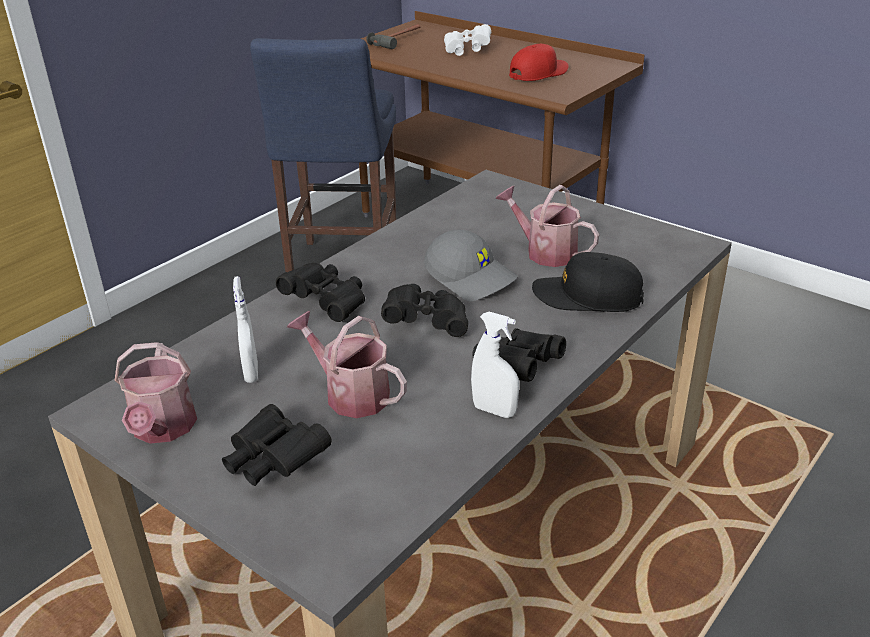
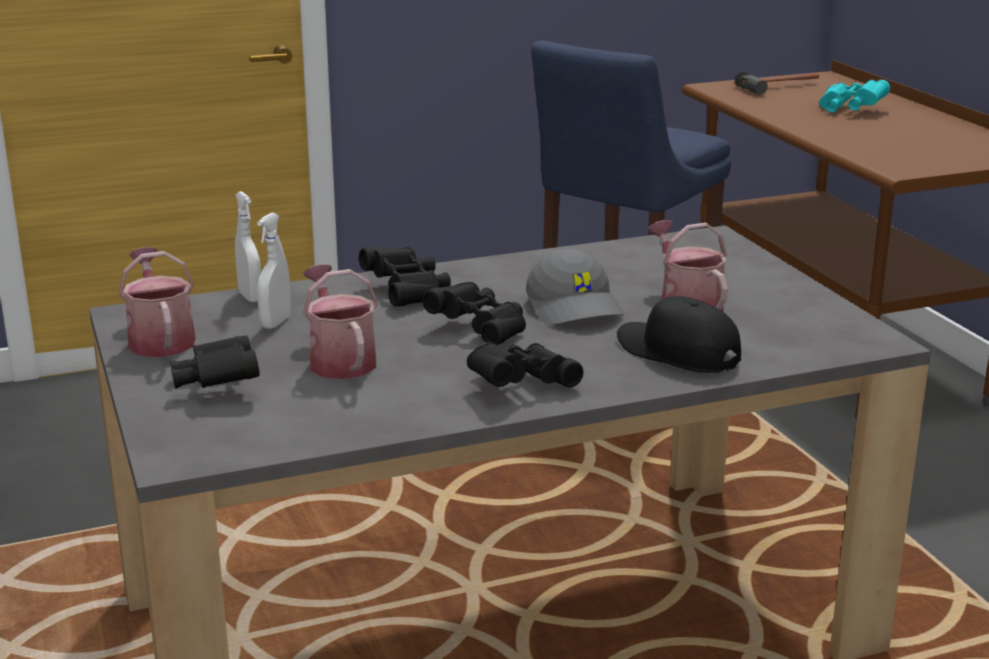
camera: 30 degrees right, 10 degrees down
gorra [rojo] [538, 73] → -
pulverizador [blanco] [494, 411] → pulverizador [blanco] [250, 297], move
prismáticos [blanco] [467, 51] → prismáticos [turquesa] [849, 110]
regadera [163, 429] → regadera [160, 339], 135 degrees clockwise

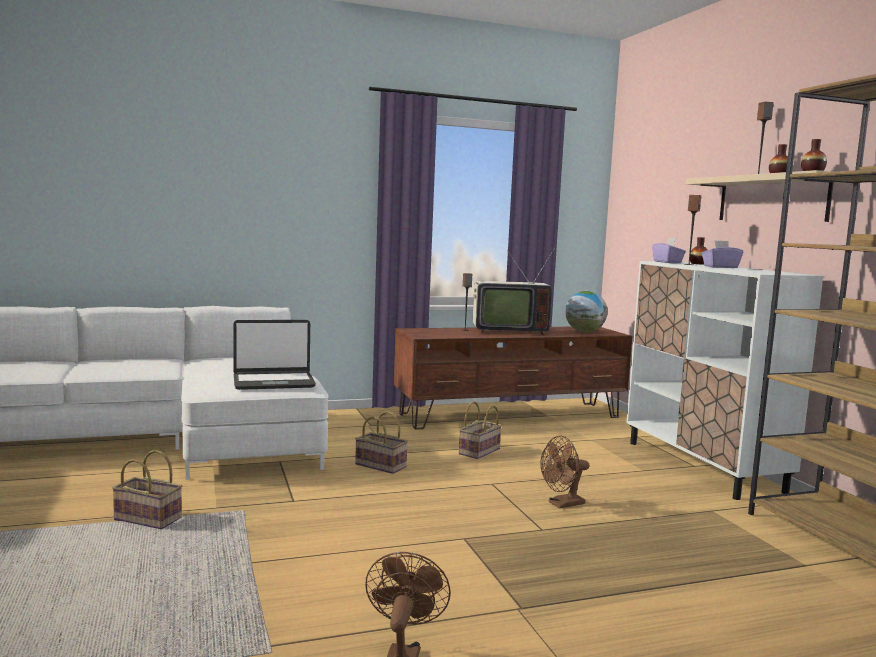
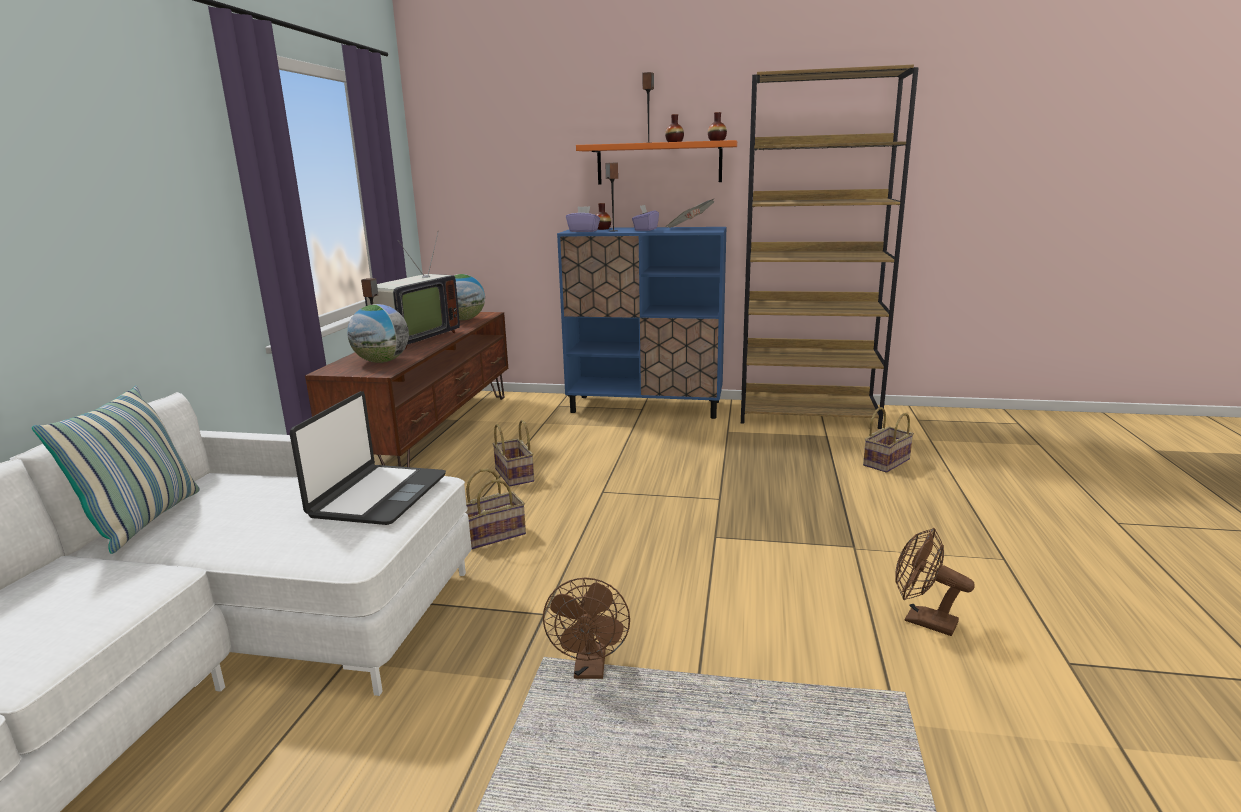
camera: 60 degrees left, 10 degrees up
- → cojín [144, 521]
- → globo terráqueo [382, 361]
- → periódico [689, 228]
cesta [150, 519] → cesta [886, 461], move
ventilador [marrón] [562, 504] → ventilador [marrón] [590, 669], move
armario [blanco] [702, 466] → armario [azul] [646, 407]
estante [beis] [772, 199] → estante [naranja] [659, 163]

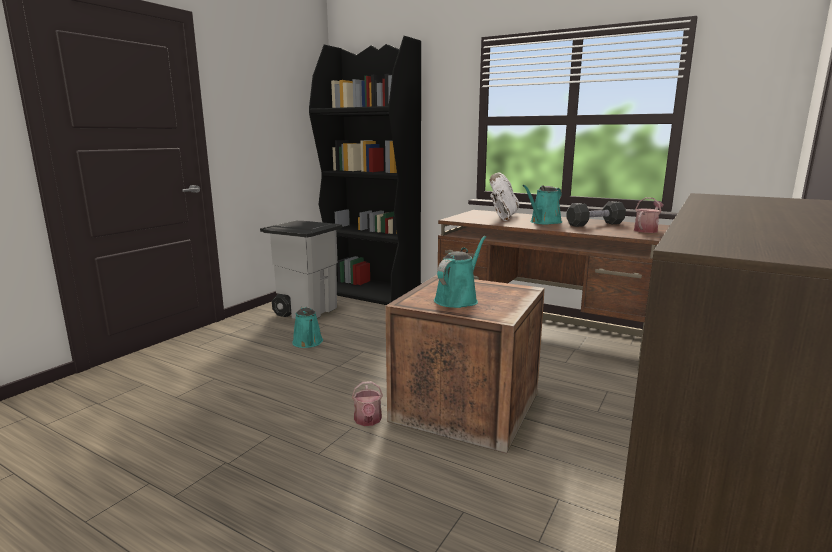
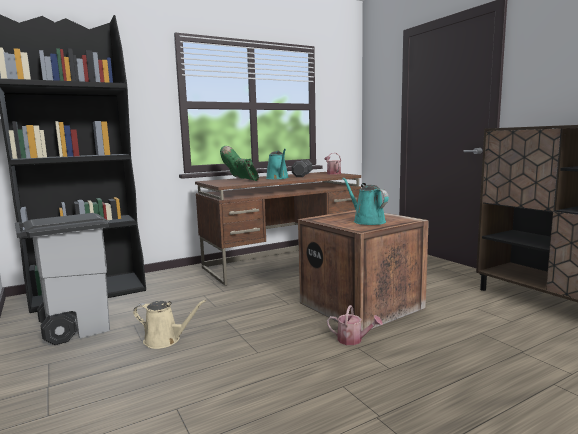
camera: 60 degrees left, 5 degrees down
regadera [turquesa] [308, 343] → regadera [beis] [165, 340]
bota [blanco] [502, 217] → bota [verde] [241, 180]

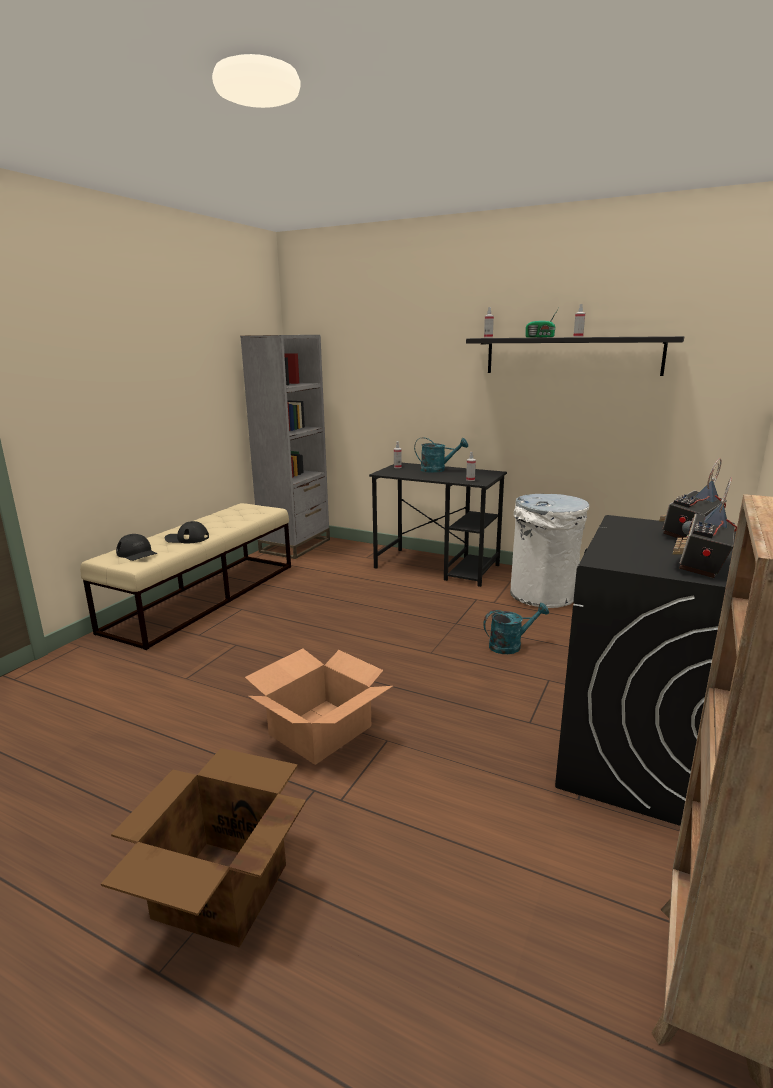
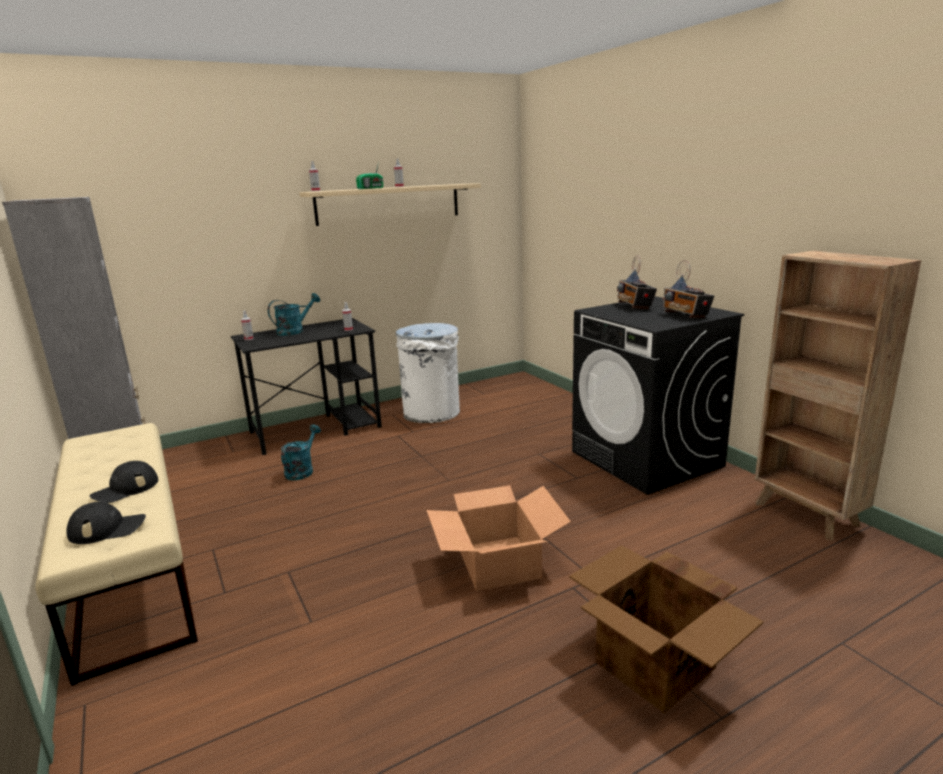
camera: 55 degrees left, 0 degrees up
regadera [turquesa] [510, 645] → regadera [turquesa] [302, 470], move
estante [negro] [572, 355] → estante [beis] [389, 204]

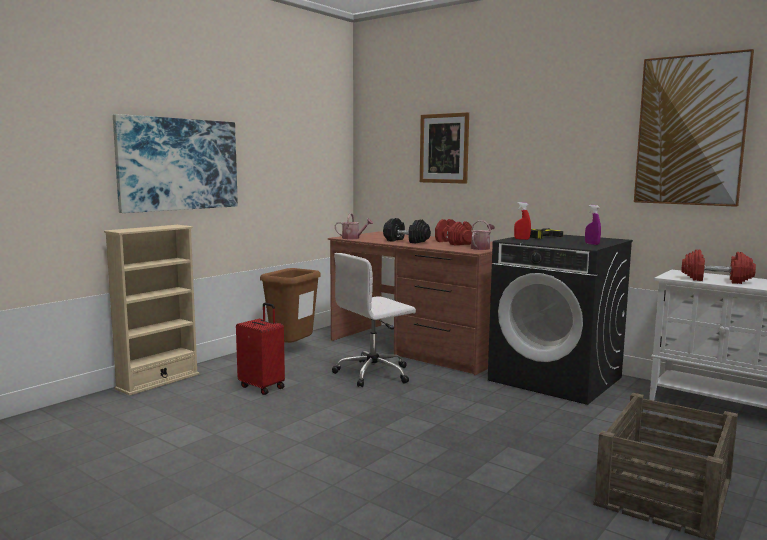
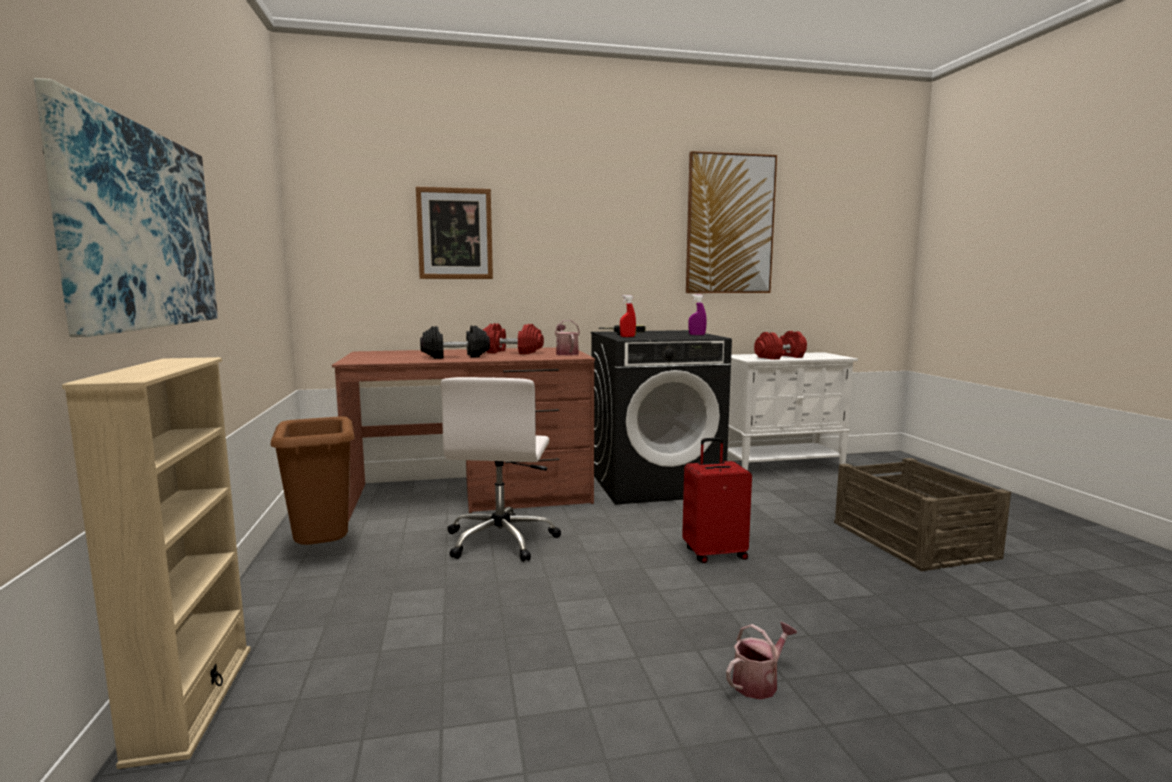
camera: 50 degrees left, 0 degrees up
maleta [rojo] [262, 387] → maleta [rojo] [714, 554], move
regadera [353, 238] → regadera [759, 682], move

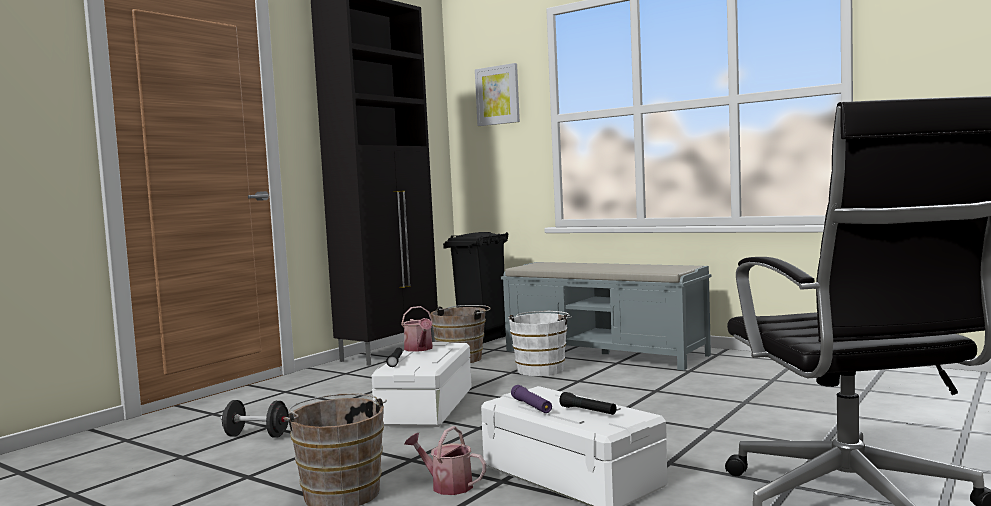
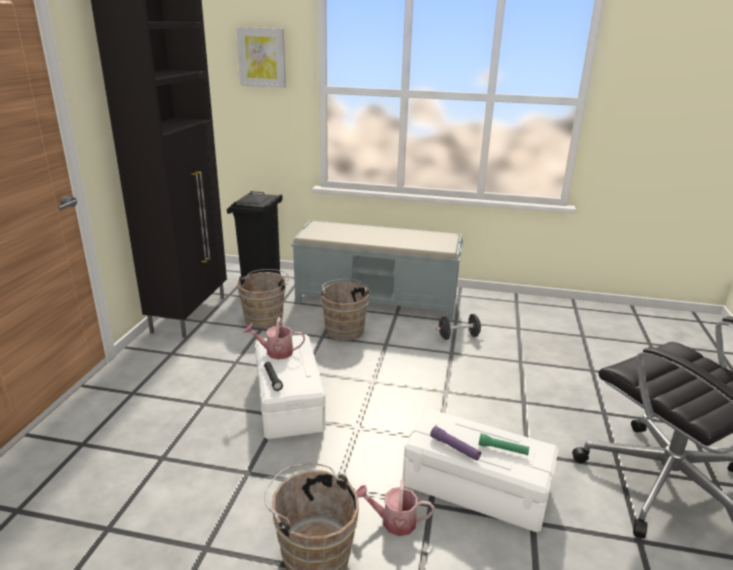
camera: 25 degrees left, 20 degrees up
mancuerna [negro] [256, 436] → mancuerna [negro] [458, 336], move
cubo [blanco] [541, 369] → cubo [marrón] [344, 329]
linterna [negro] [588, 411] → linterna [verde] [503, 449]
regadera [419, 349] → regadera [275, 352], 135 degrees clockwise

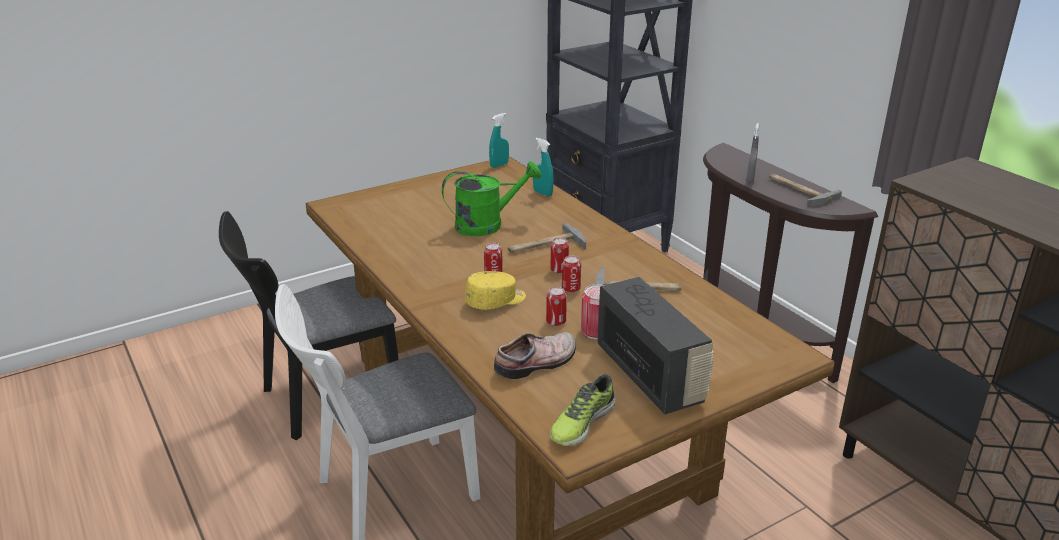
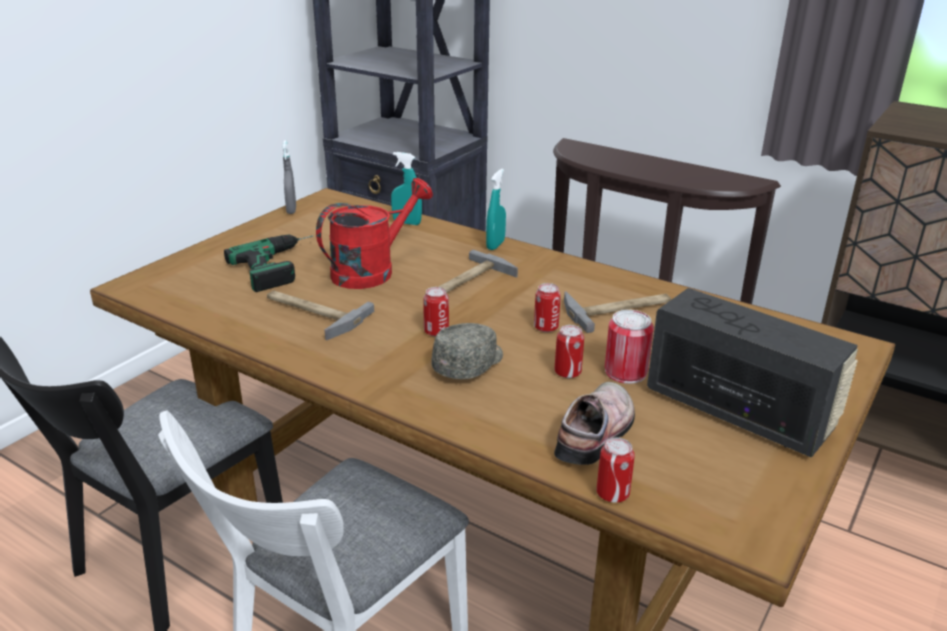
camera: 25 degrees left, 0 degrees up
zapato [581, 422] → -
- → taladro [283, 265]
pulverizador [turquesa] [499, 165] → pulverizador [turquesa] [495, 245], move
lata [559, 270] → lata [612, 494], move
pulverizador [gris] [750, 179] → pulverizador [gris] [291, 210], move
martillo [797, 191] → martillo [311, 313], move
regadera [verde] [487, 224] → regadera [rojo] [372, 271]
gorra [amarillo] [496, 301] → gorra [gris] [470, 364]

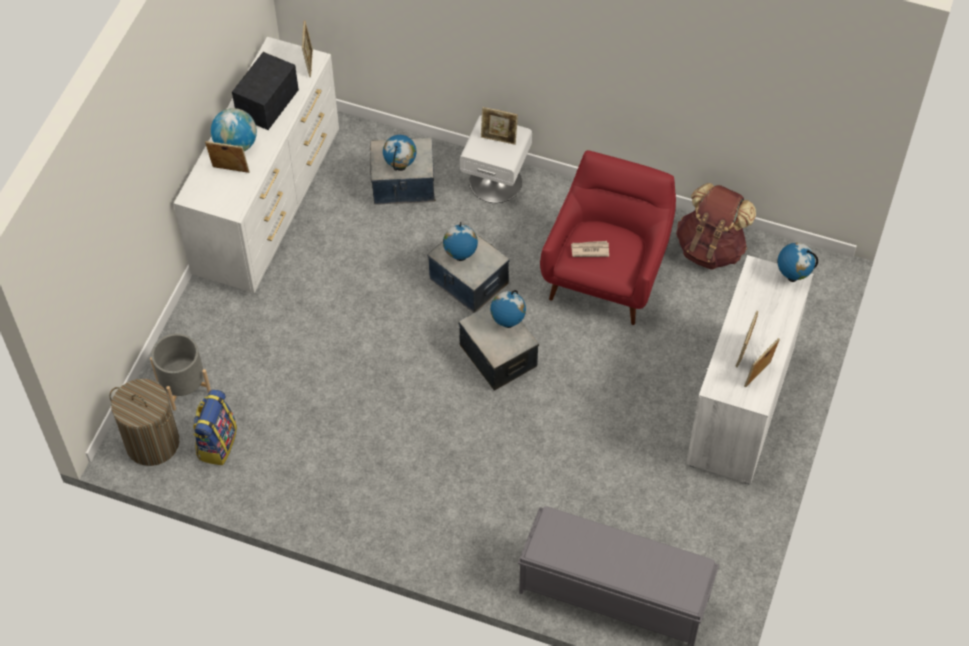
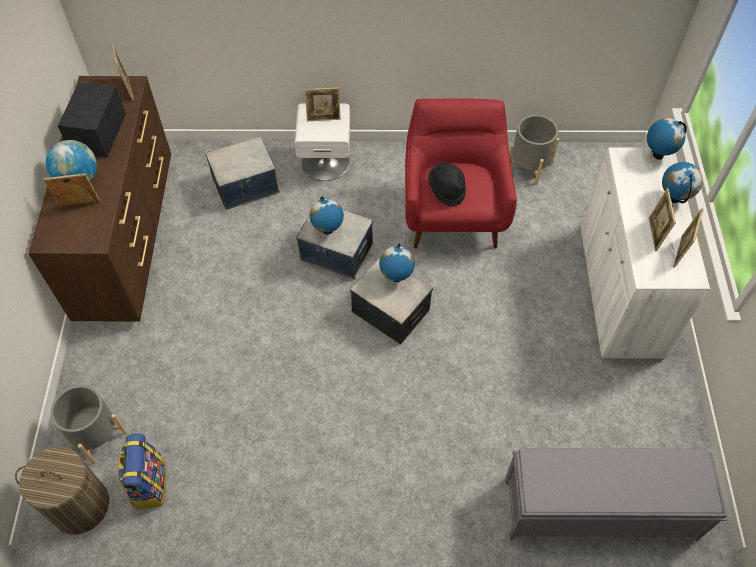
camera: 20 degrees left, 0 degrees up
globo terráqueo [400, 167] → globo terráqueo [673, 199], move
periódico [589, 250] → sombrero [negro] [447, 189]
mochila [marrón] [711, 248] → maceta [gris] [529, 166]
cómoda [blanco] [269, 205] → cómoda [marrón] [128, 236]

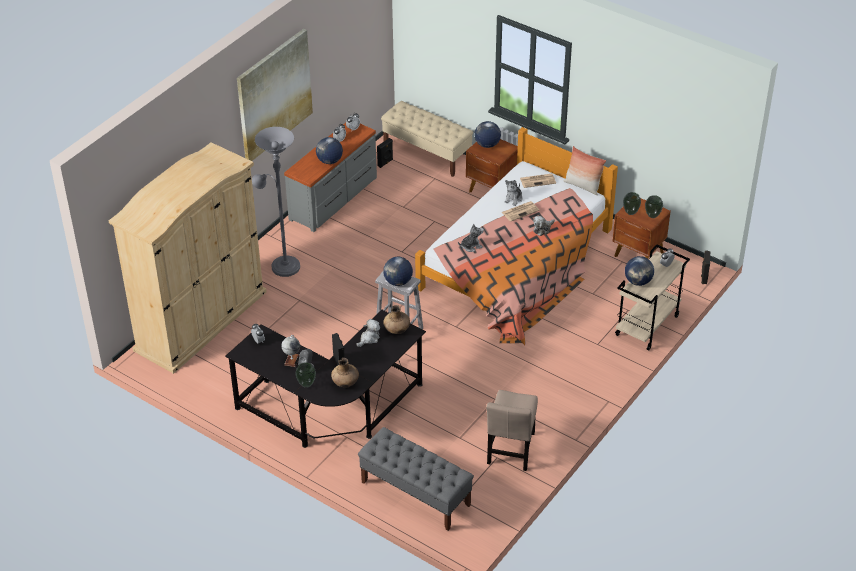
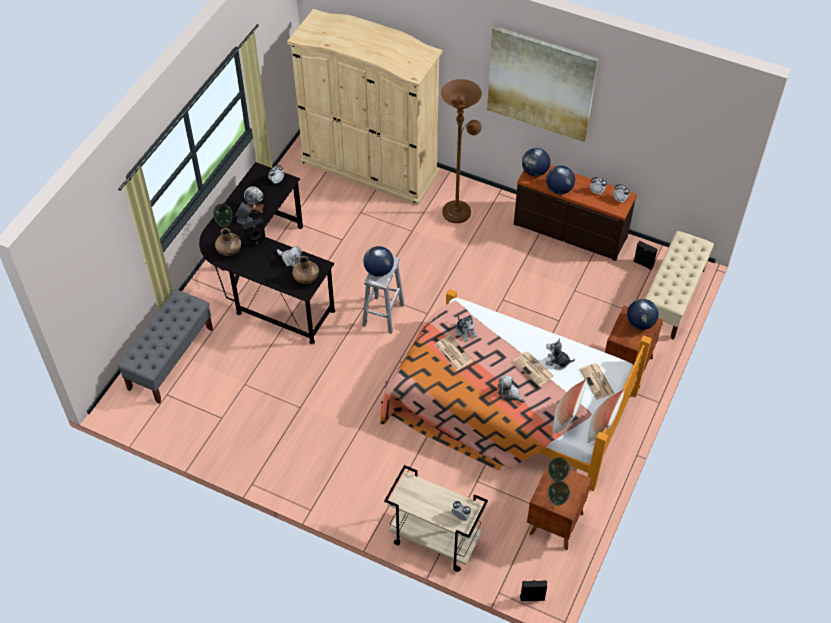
camera: 80 degrees right, 10 degrees up
silla [beis] [511, 451] → -
- → periódico [453, 352]
- → cojín [566, 418]
globo terráqueo [638, 281] → globo terráqueo [535, 172], move
lámpara de pie [gris] [282, 265] → lámpara de pie [marrón] [458, 210]
cómoda [gris] [334, 199] → cómoda [marrón] [569, 232]

